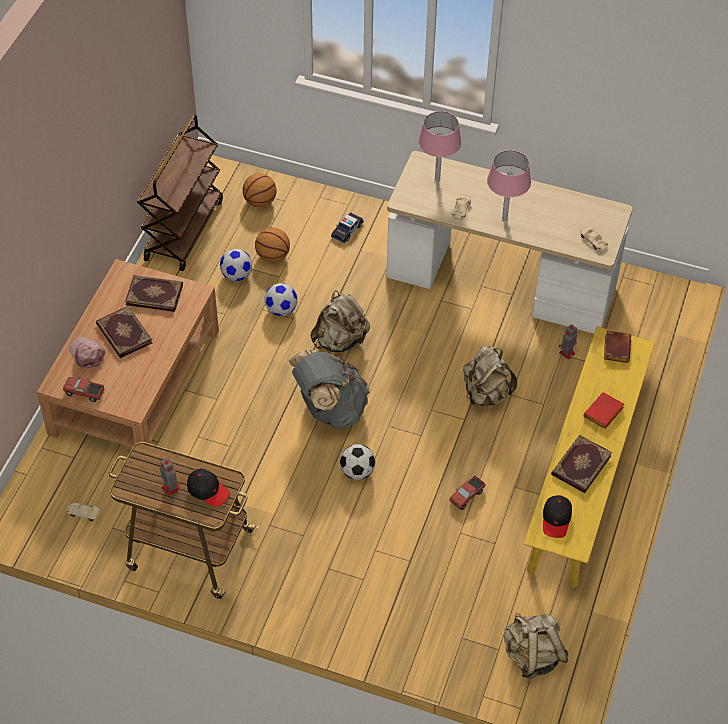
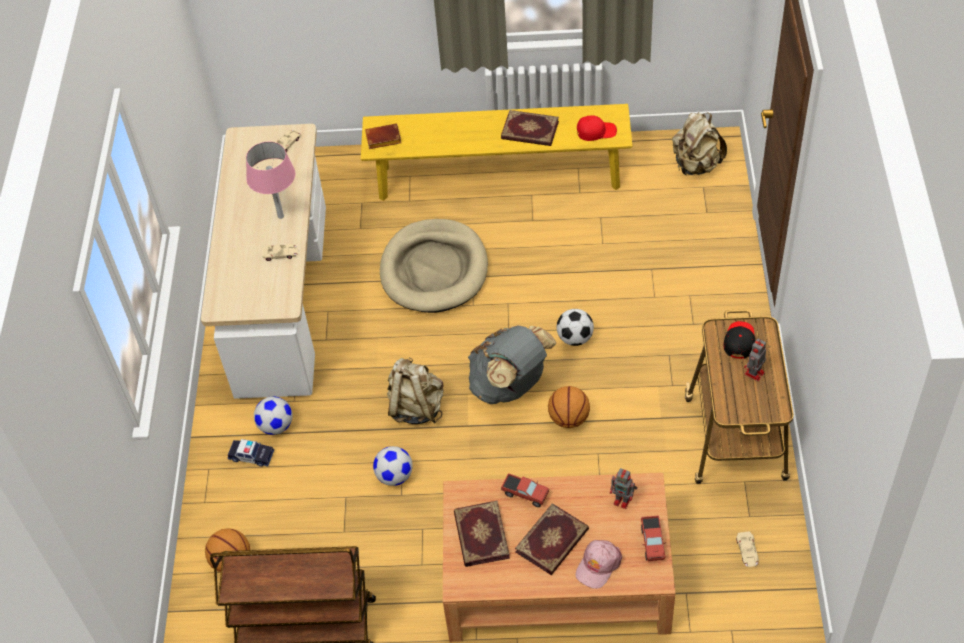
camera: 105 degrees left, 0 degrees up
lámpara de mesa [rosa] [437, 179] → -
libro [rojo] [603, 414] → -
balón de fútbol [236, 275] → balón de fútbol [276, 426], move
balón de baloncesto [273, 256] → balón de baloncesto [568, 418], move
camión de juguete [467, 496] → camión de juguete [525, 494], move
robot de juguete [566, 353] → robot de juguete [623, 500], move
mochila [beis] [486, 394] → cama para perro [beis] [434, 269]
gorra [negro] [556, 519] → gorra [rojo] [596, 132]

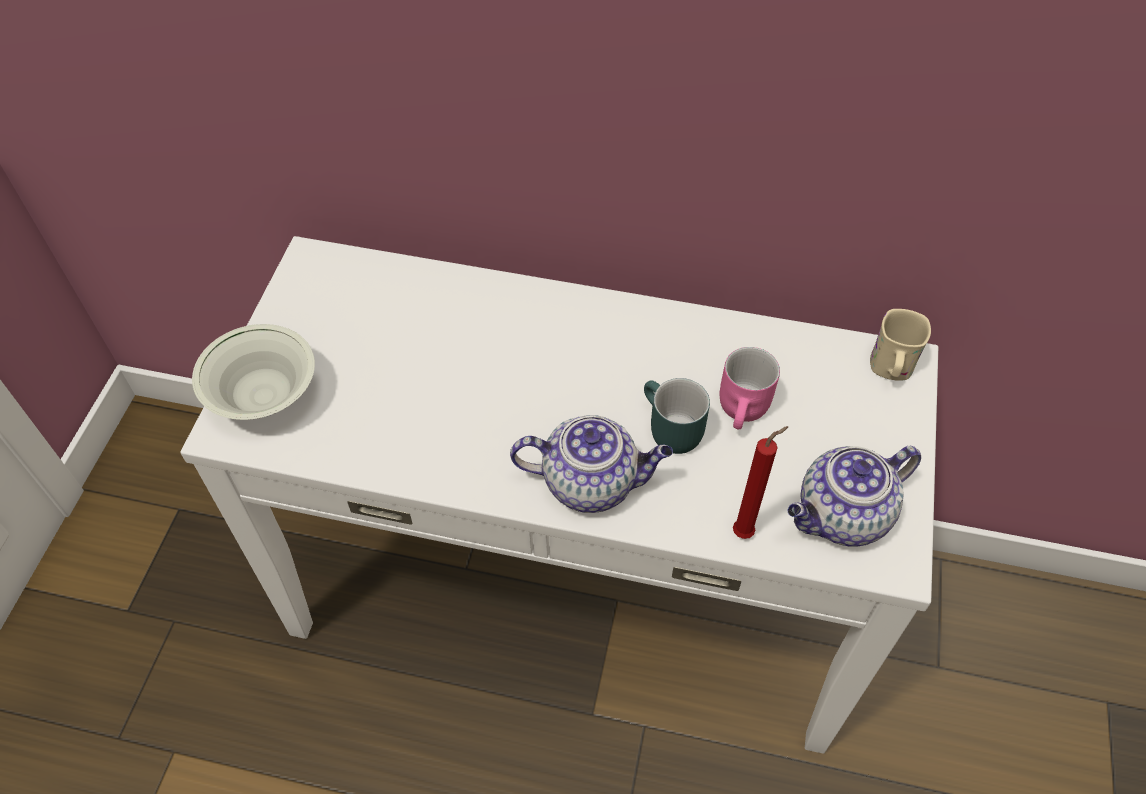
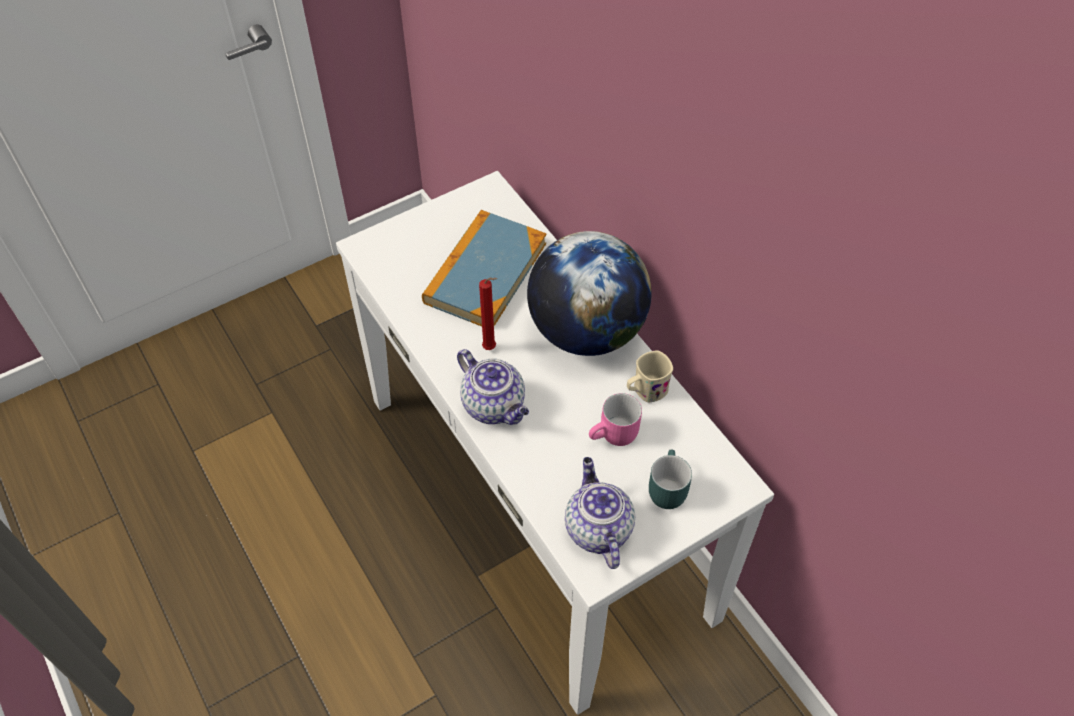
camera: 45 degrees right, 0 degrees up
cuenco [blanco] [264, 397] → -
- → libro [485, 273]
- → globo terráqueo [586, 331]
taza grande [turquesa] [667, 430] → taza grande [turquesa] [664, 488], move
vela [rojo] [746, 532] → vela [rojo] [491, 348], move
taza grande [beis] [890, 370] → taza grande [beis] [645, 391], move
tetera [841, 516] → tetera [597, 528], 60 degrees clockwise

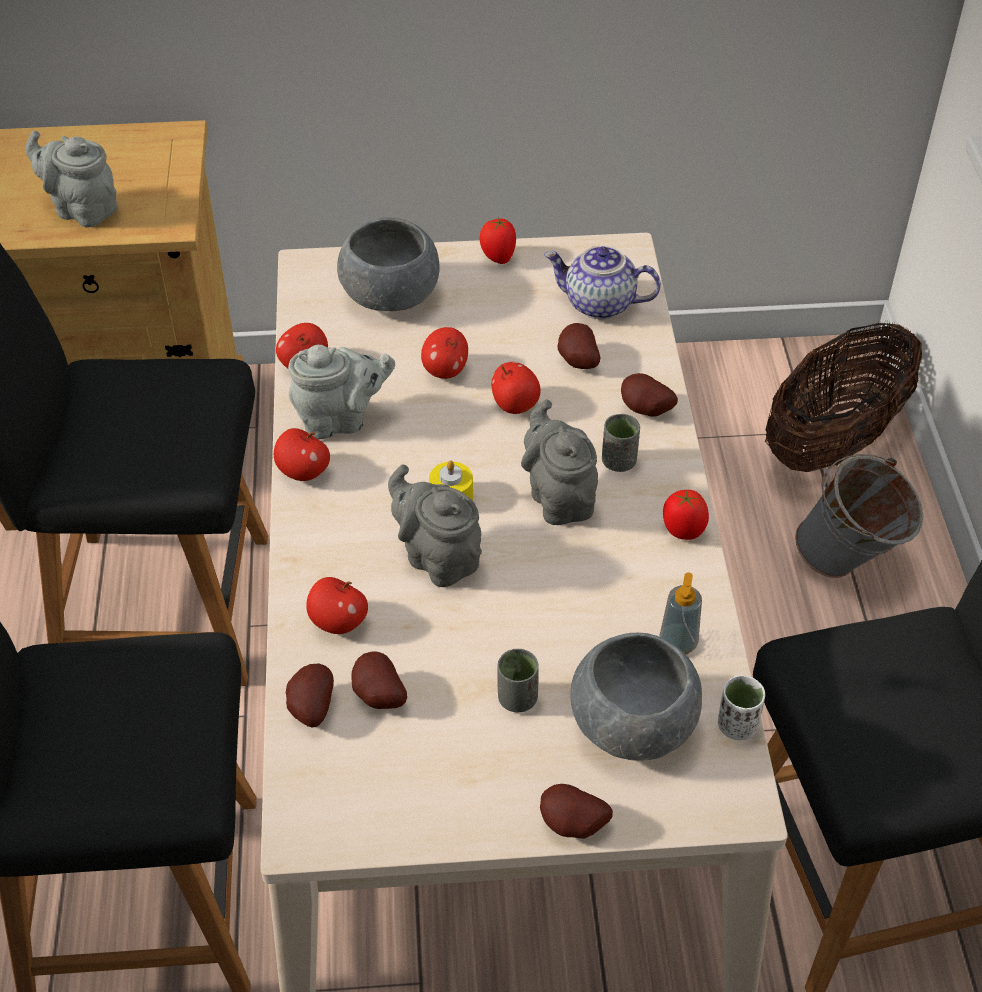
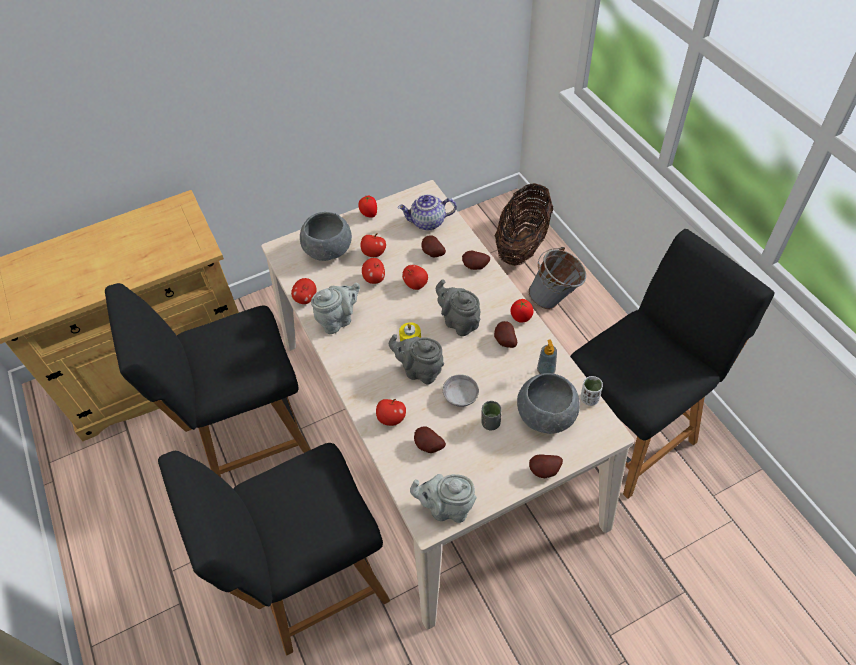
camera: 20 degrees left, 5 degrees up
taza [gris] [619, 461] → -
- → cuenco [gris] [460, 396]
tetera [gris] [82, 209] → tetera [gris] [447, 508], move
manzana [303, 472] → manzana [374, 253], move
patata [309, 708] → patata [504, 341], move

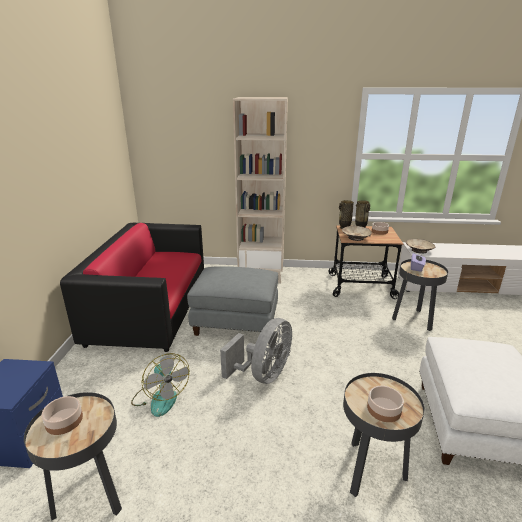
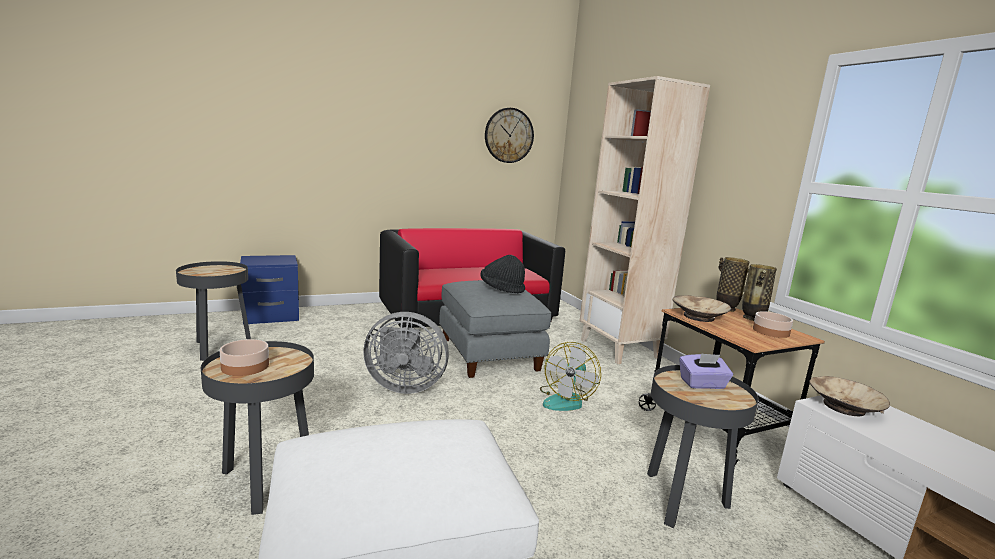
camera: 60 degrees right, 10 degrees down
cuenco [63, 421] → -
- → sombrero [negro] [501, 289]
- → reloj de pared [509, 135]
ventilador [160, 397] → ventilador [566, 400], move

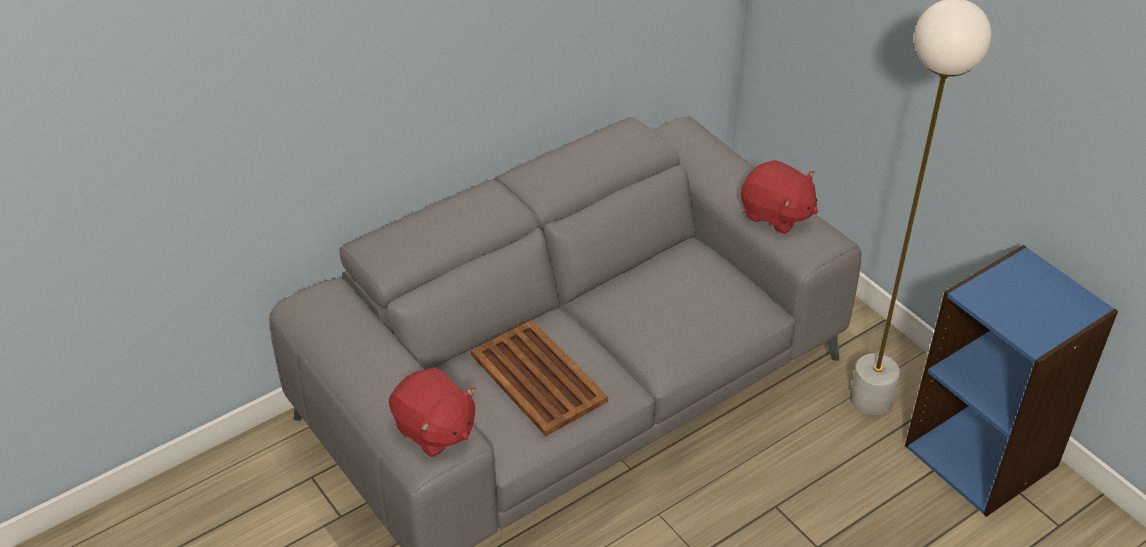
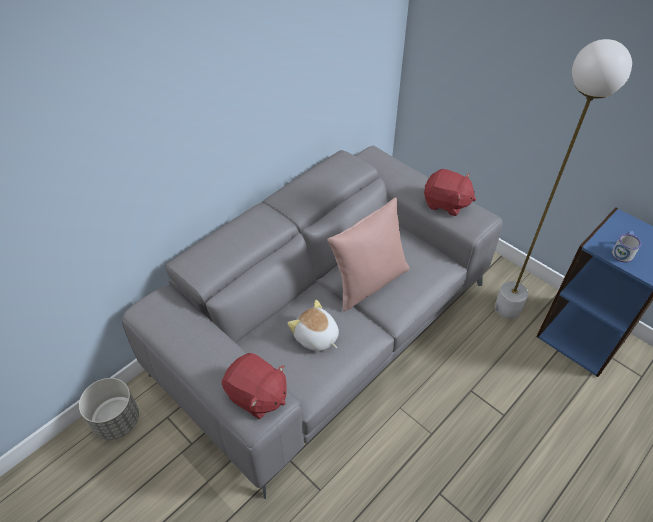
camera: 10 degrees left, 5 degrees up
- → maceta [gris] [117, 420]
- → cojín [rosa] [368, 282]
- → taza grande [622, 252]
bandeja [marrón] [539, 379] → peluche [316, 337]

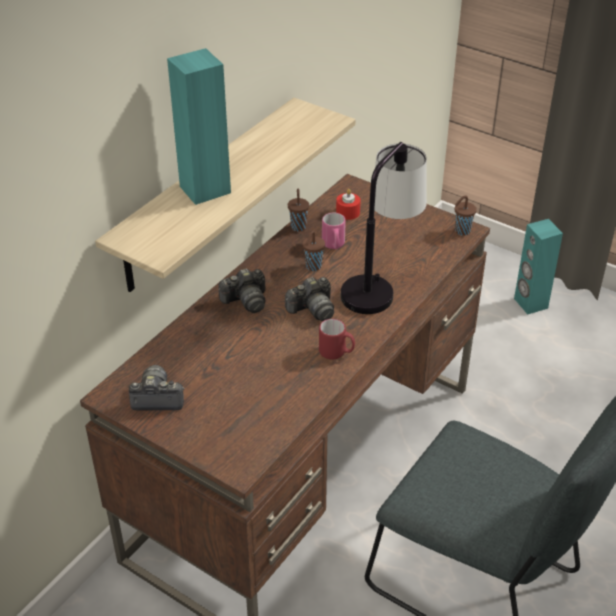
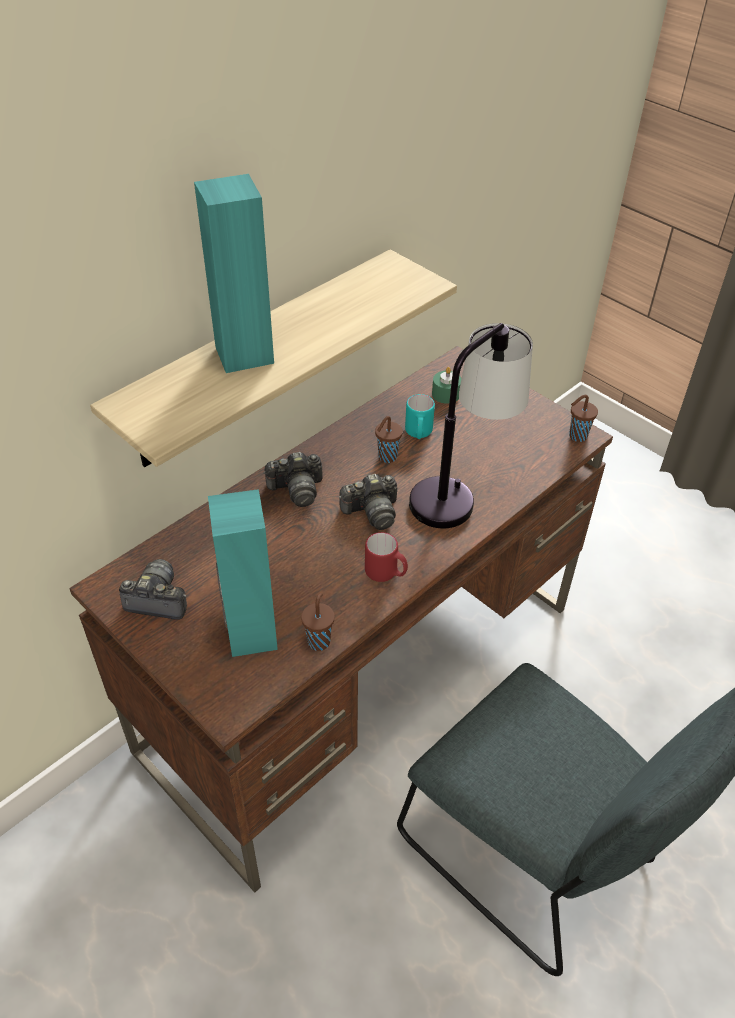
camera: 10 degrees right, 5 degrees up
taza [marrón] [298, 226] → taza [marrón] [319, 640], move
altavoz [turquesa] [530, 303] → altavoz [turquesa] [251, 633], move
taza grande [rosa] [334, 246] → taza grande [turquesa] [418, 434]
vela [rojo] [348, 212] → vela [verde] [446, 394]

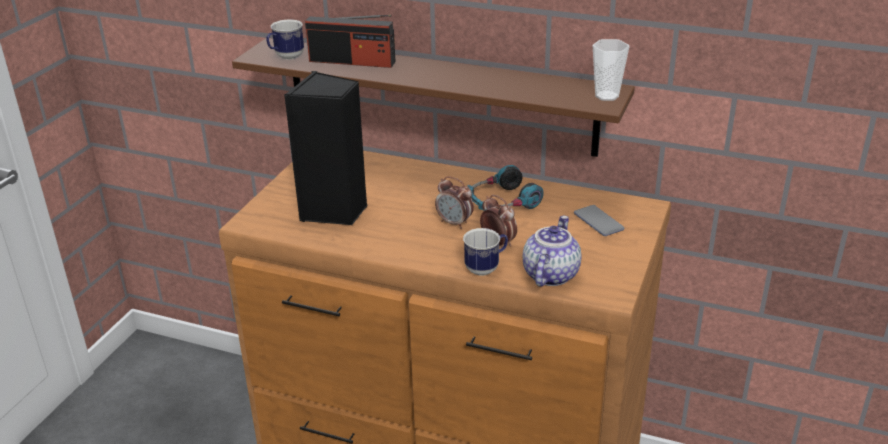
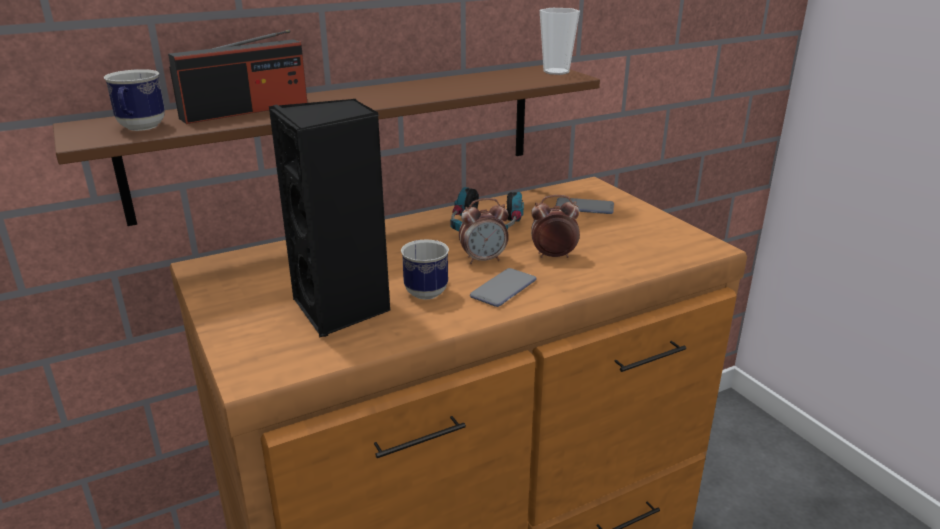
camera: 50 degrees left, 5 degrees down
tetera [549, 274] → -
- → móvil [503, 289]
taza grande [486, 268] → taza grande [428, 289], move

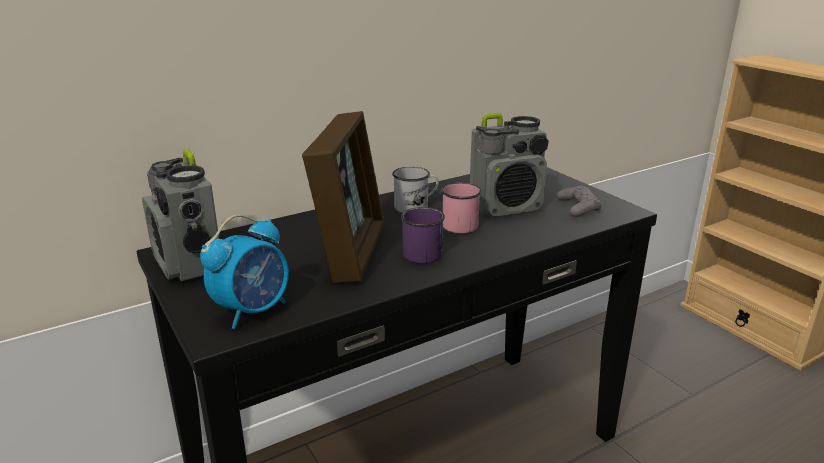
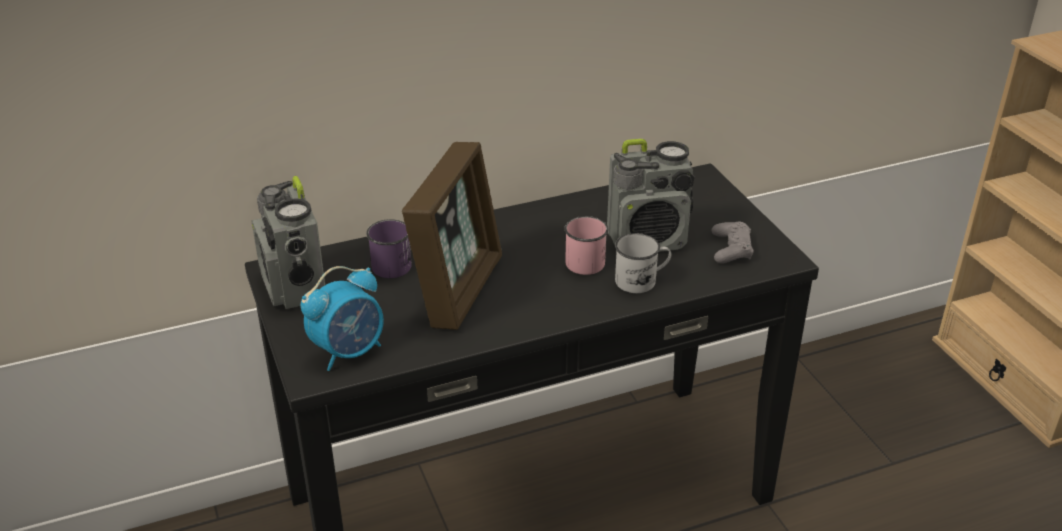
camera: 10 degrees right, 10 degrees up
taza grande [blanco] [416, 206] → taza grande [blanco] [641, 280], move
taza grande [morado] [421, 251] → taza grande [morado] [393, 263], move

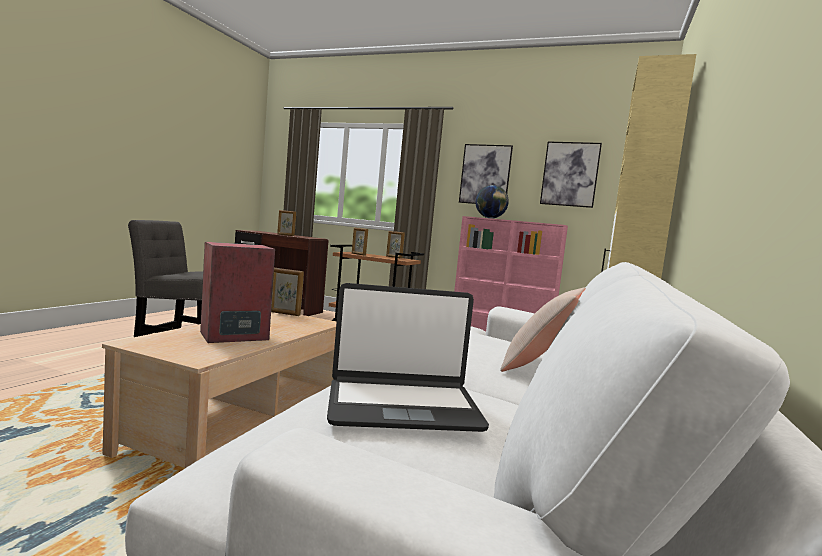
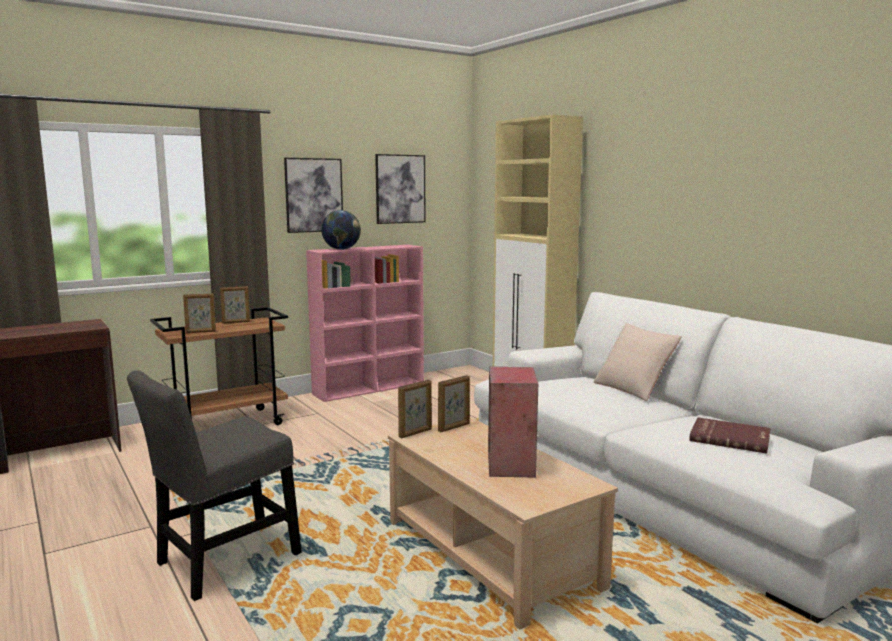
camera: 55 degrees left, 5 degrees up
portarretratos [285, 235] → portarretratos [454, 427], move
portátil [402, 406] → libro [rojo] [730, 438]

